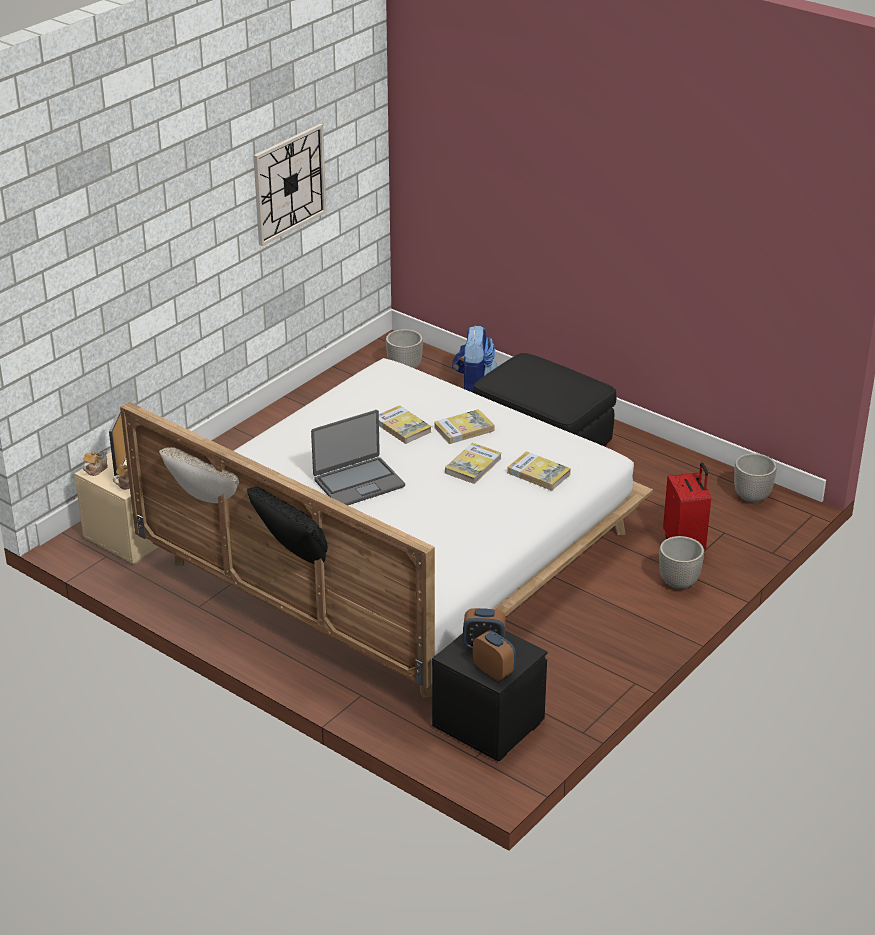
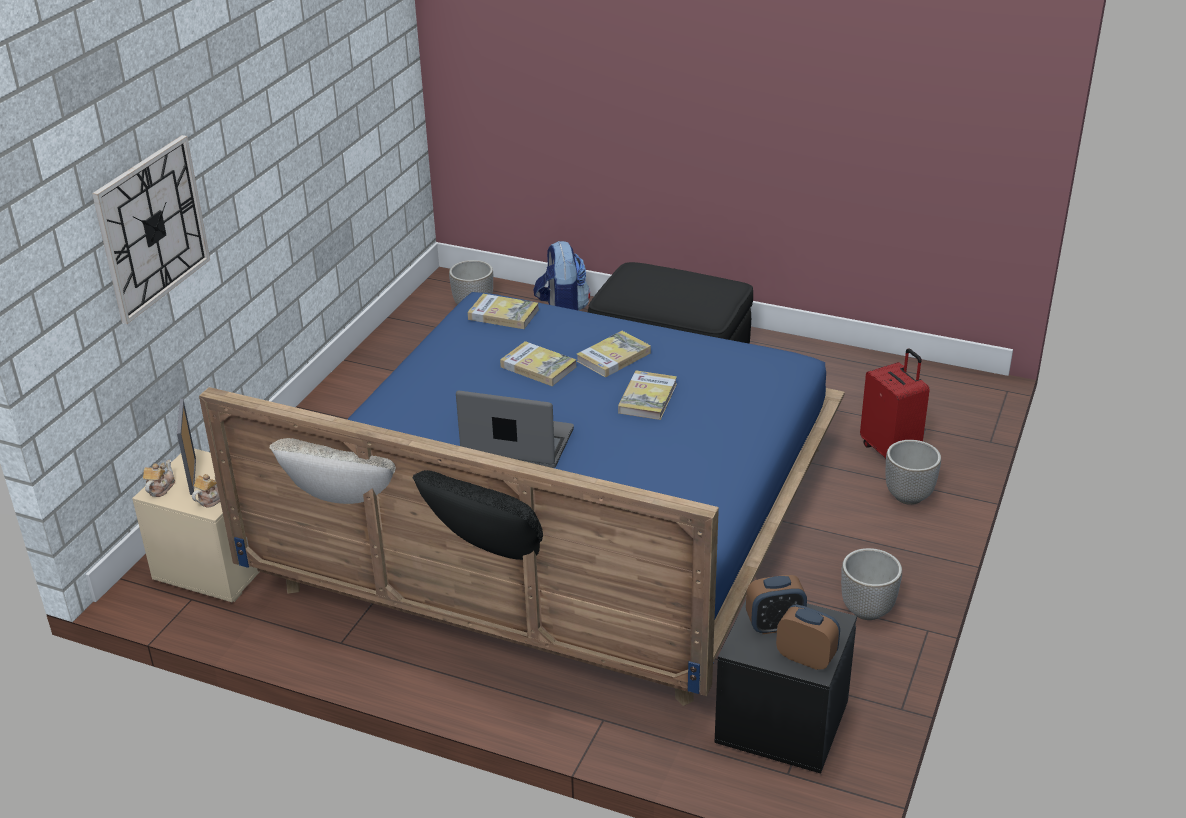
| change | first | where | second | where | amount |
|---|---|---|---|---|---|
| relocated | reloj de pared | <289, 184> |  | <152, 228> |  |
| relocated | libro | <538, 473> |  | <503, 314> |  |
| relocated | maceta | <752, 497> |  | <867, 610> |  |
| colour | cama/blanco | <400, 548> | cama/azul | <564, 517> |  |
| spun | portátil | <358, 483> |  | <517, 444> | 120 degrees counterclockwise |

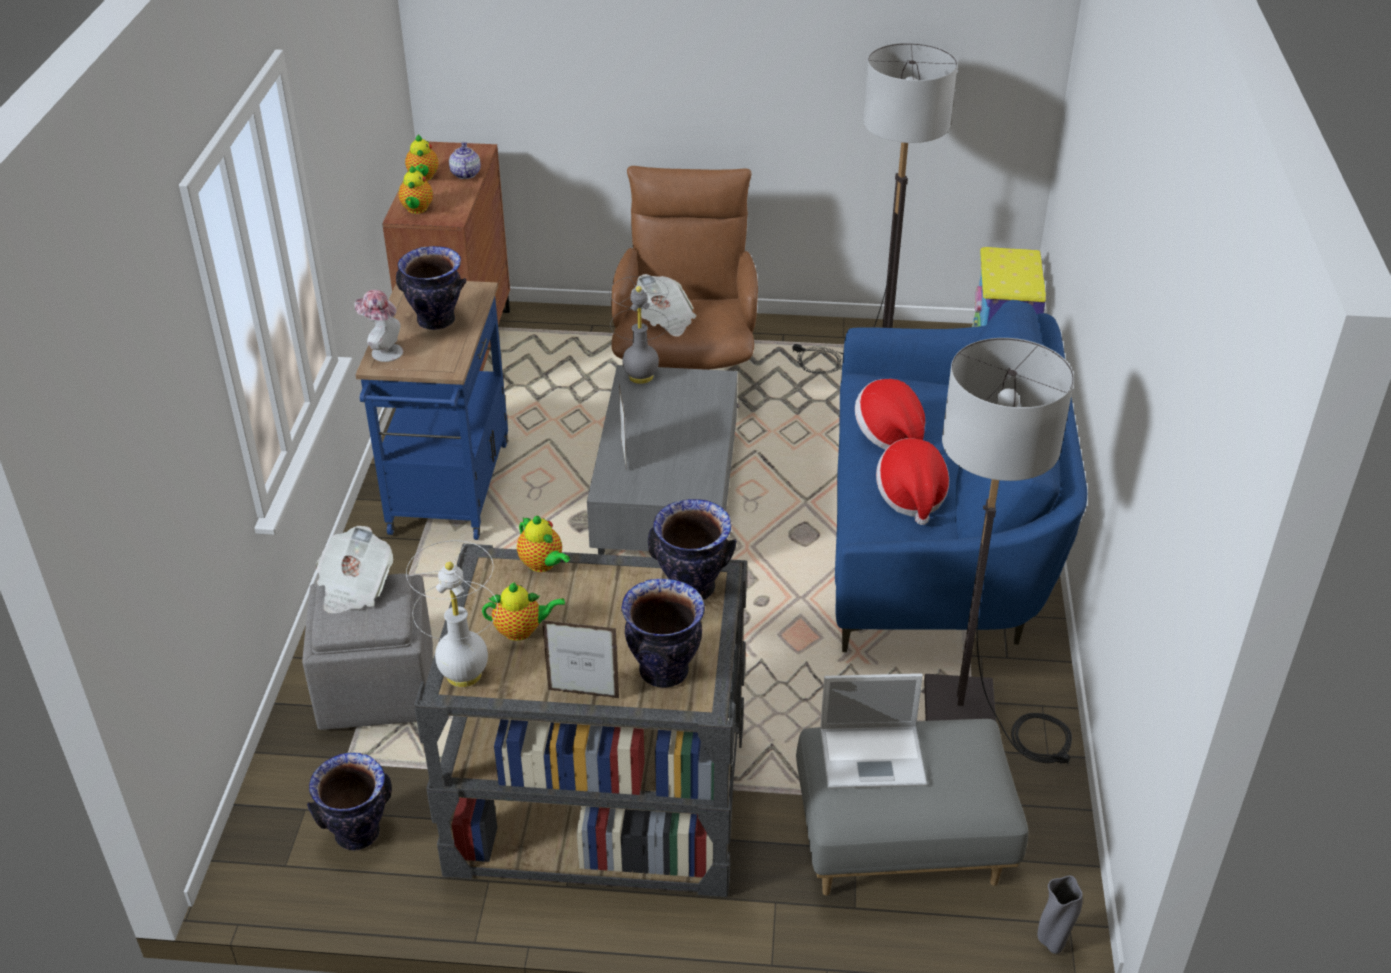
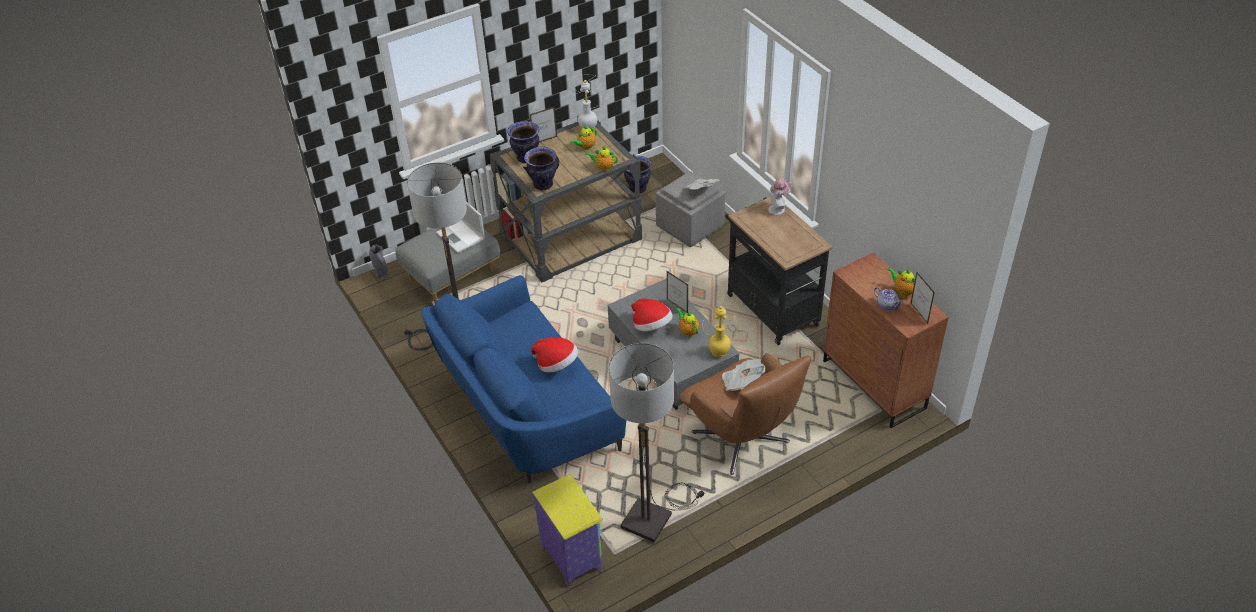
| change | first | where | second | where | amount |
|---|---|---|---|---|---|
| missing | florero | <436, 321> |  |  |  |
| appeared |  |  | portarretratos | <919, 314> |  |
| relocated | tetera | <416, 210> |  | <688, 331> |  |
| relocated | sombrero | <911, 497> |  | <651, 326> |  |
| colour | carrito/azul | <448, 491> | carrito/negro | <770, 309> |  |
| colour | lámpara de mesa/gris | <641, 376> | lámpara de mesa/amarillo | <719, 352> |  |
| spun | portátil | <874, 756> |  | <461, 236> | 90 degrees counterclockwise |

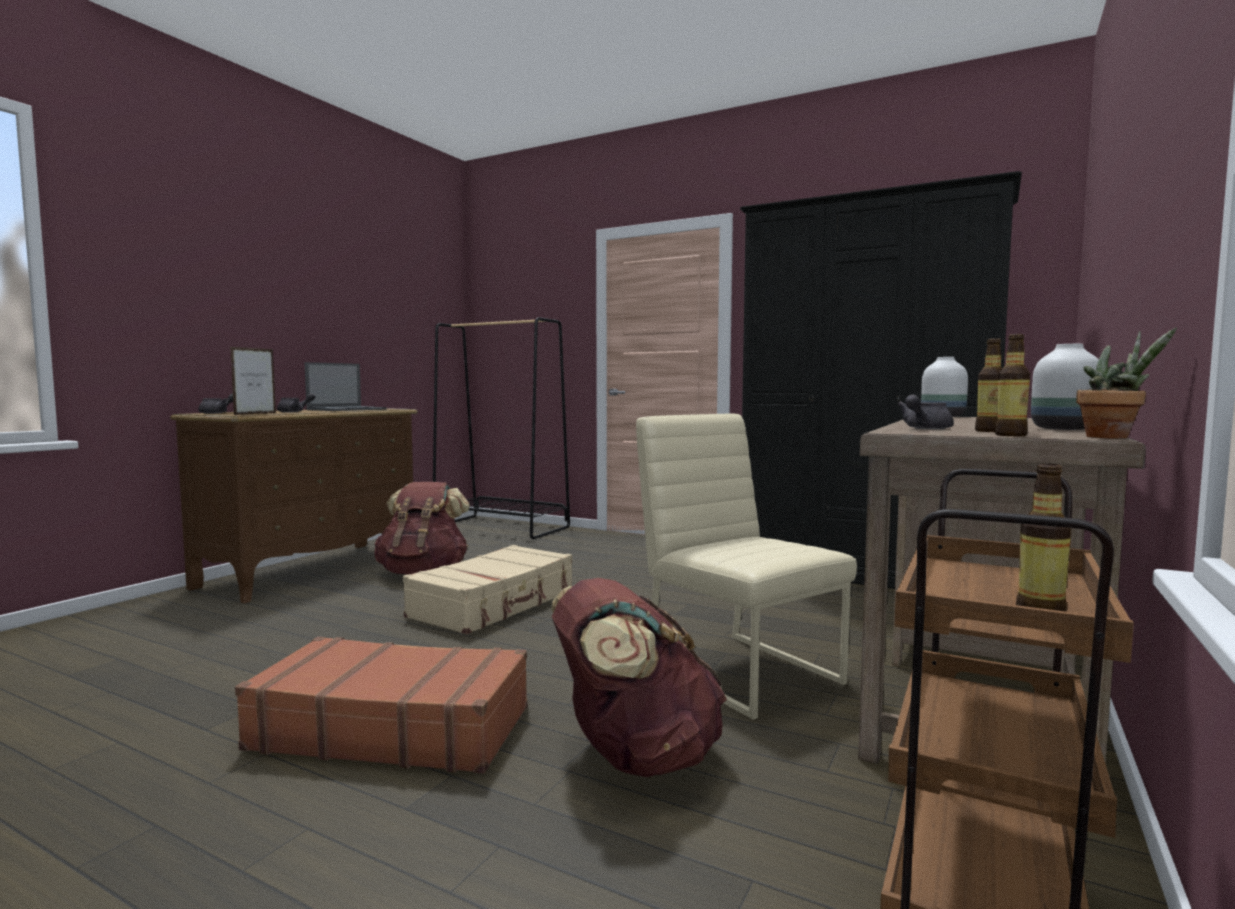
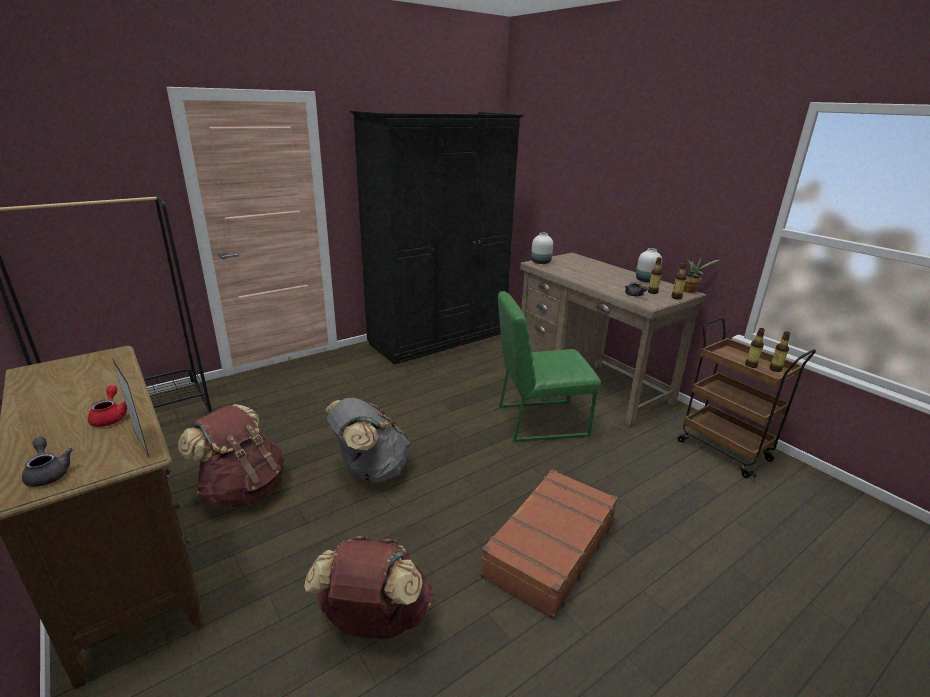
| change | first | where | second | where | amount |
|---|---|---|---|---|---|
| missing | portátil | <347, 409> |  |  |  |
| appeared |  |  | botella | <751, 365> |  |
| relocated | mochila/marrón | <635, 757> |  | <374, 621> |  |
| exchanged | maleta/beis | <494, 605> | mochila/gris | <370, 470> |  |
| colour | tetera/gris | <295, 412> | tetera/rojo | <111, 417> |  |
| colour | silla/beis | <739, 670> | silla/verde | <539, 420> |  |

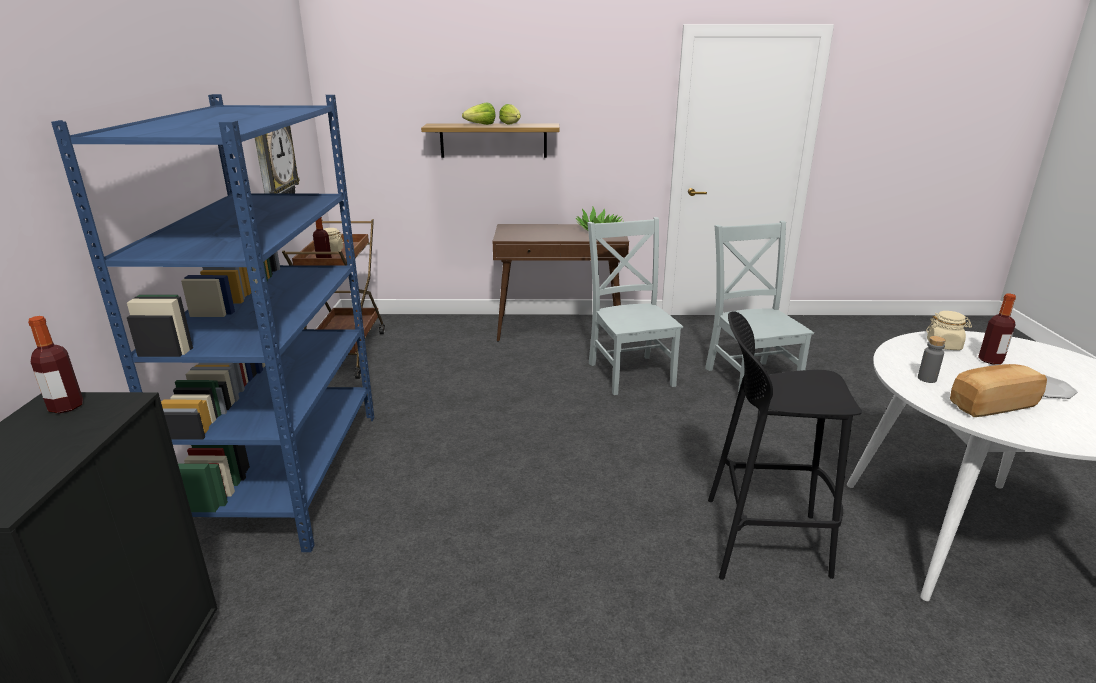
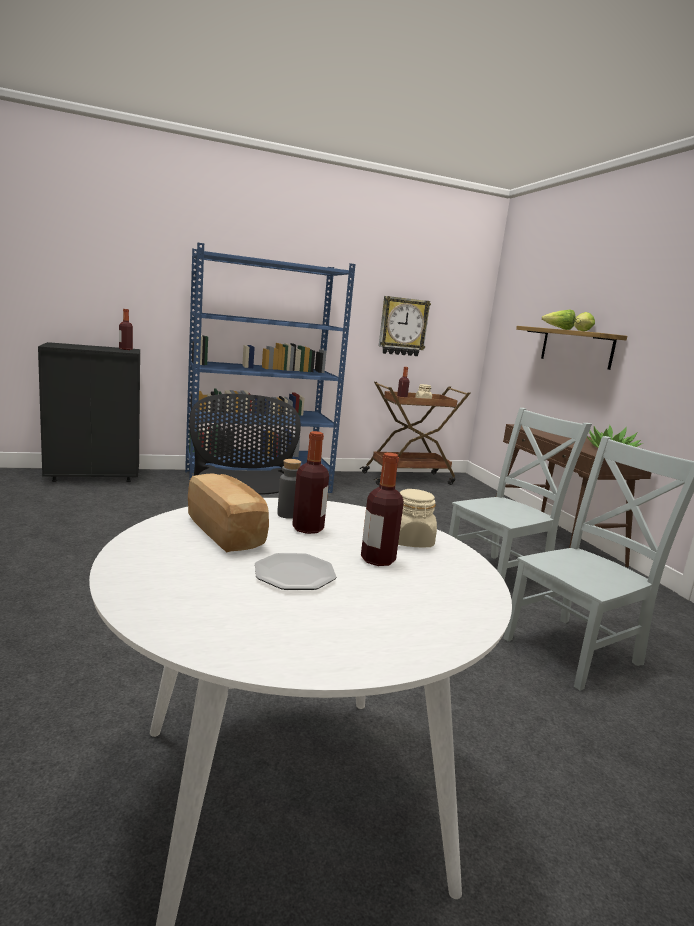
| change | first | where | second | where | amount |
|---|---|---|---|---|---|
| appeared |  |  | botella | <308, 529> |  |

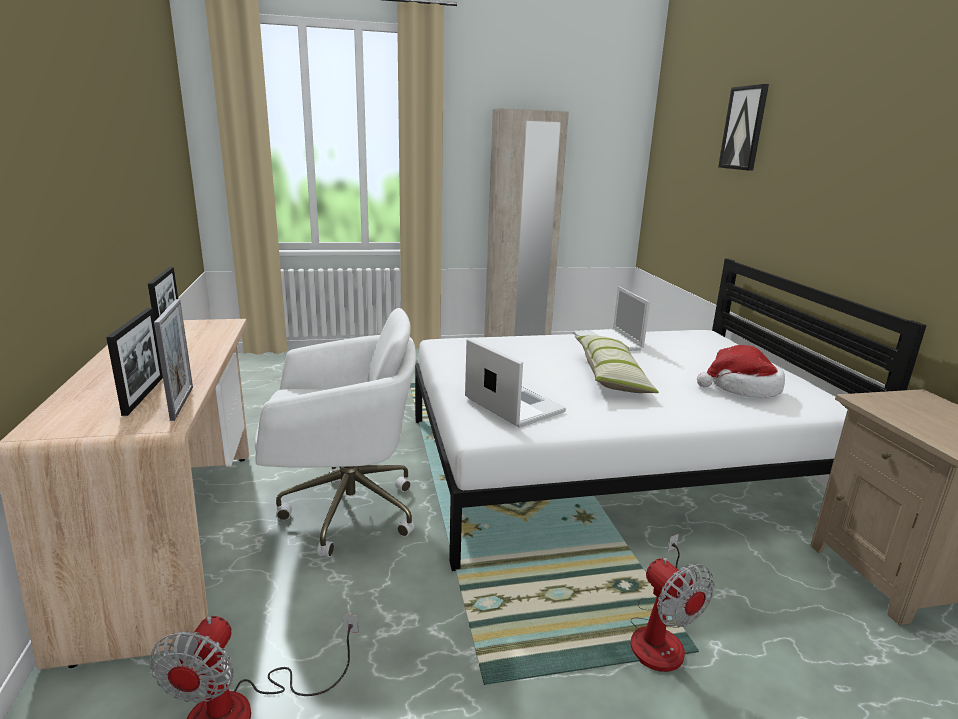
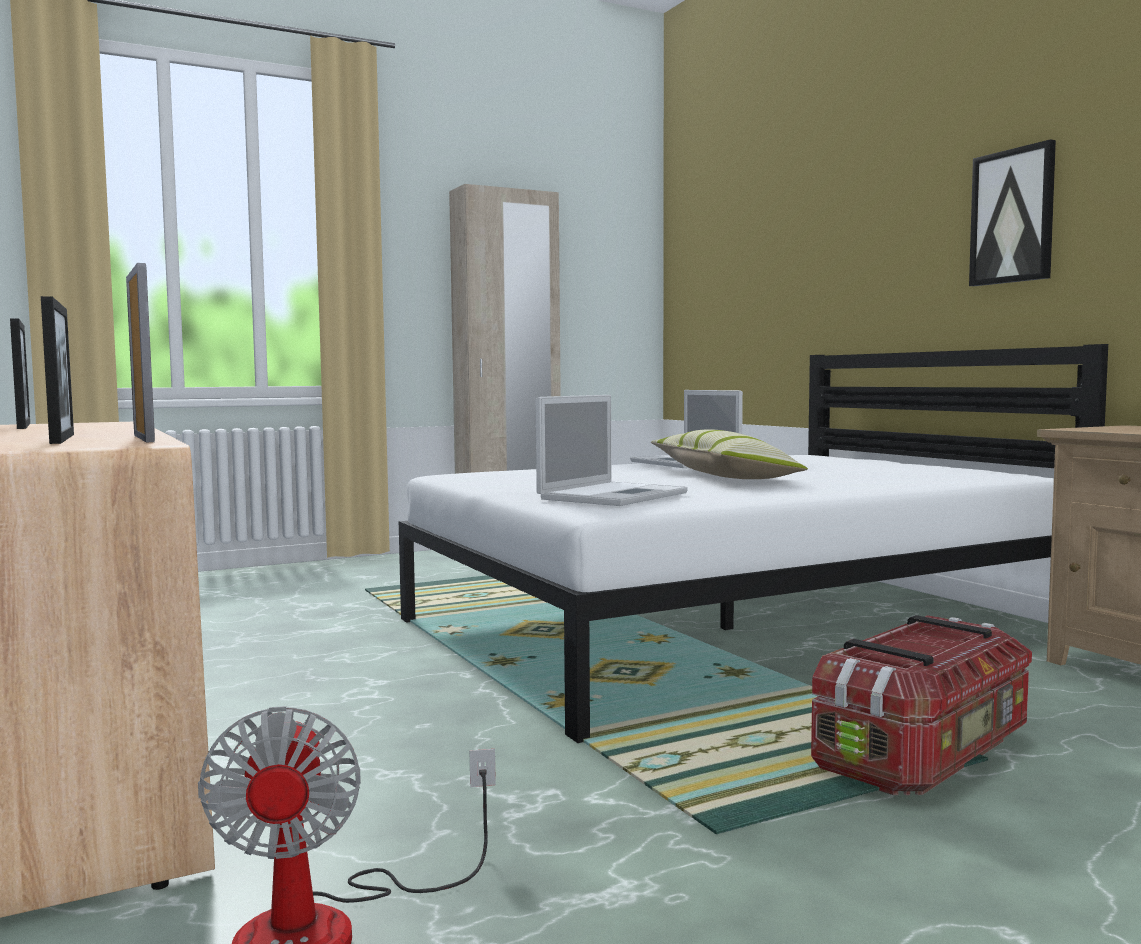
| change | first | where | second | where | amount |
|---|---|---|---|---|---|
| missing | silla de oficina/blanco | <344, 514> |  |  |  |
| missing | sombrero | <742, 387> |  |  |  |
| relocated | cuadro | <744, 128> |  | <1013, 216> |  |
| exchanged | ventilador | <659, 635> | caja de almacenaje | <925, 755> |  |
| spun | portátil | <512, 404> |  | <614, 495> | 90 degrees clockwise |

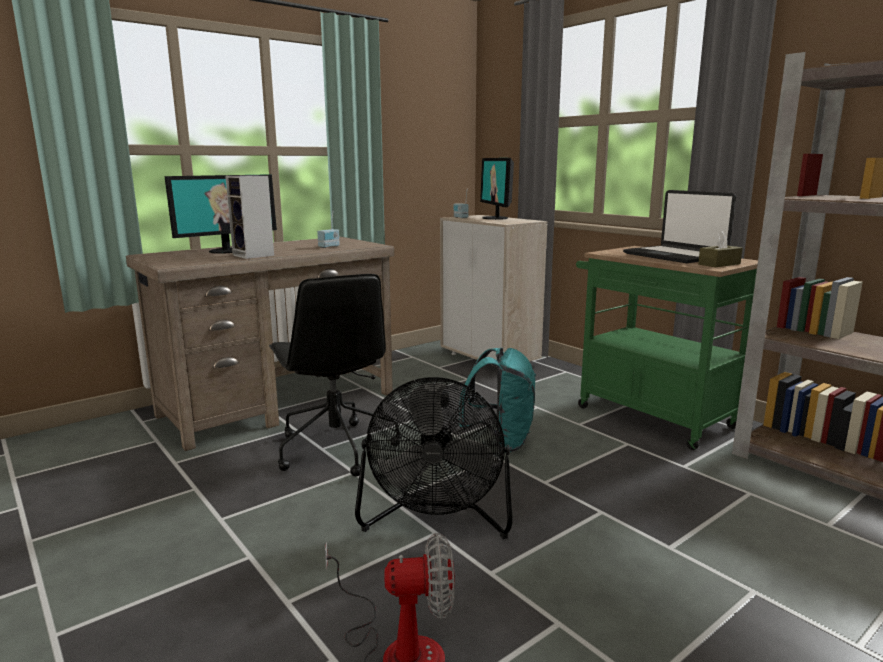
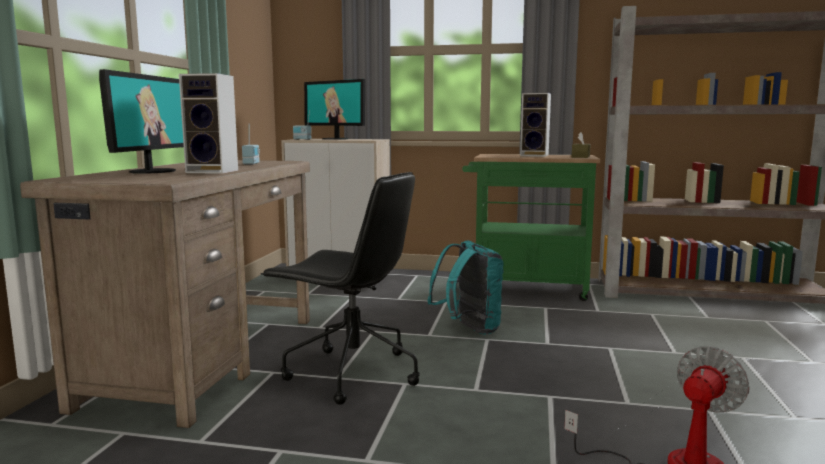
| change | first | where | second | where | amount |
|---|---|---|---|---|---|
| missing | ventilador/negro | <431, 517> |  |  |  |
| exchanged | portátil | <675, 256> | altavoz | <535, 155> |  |

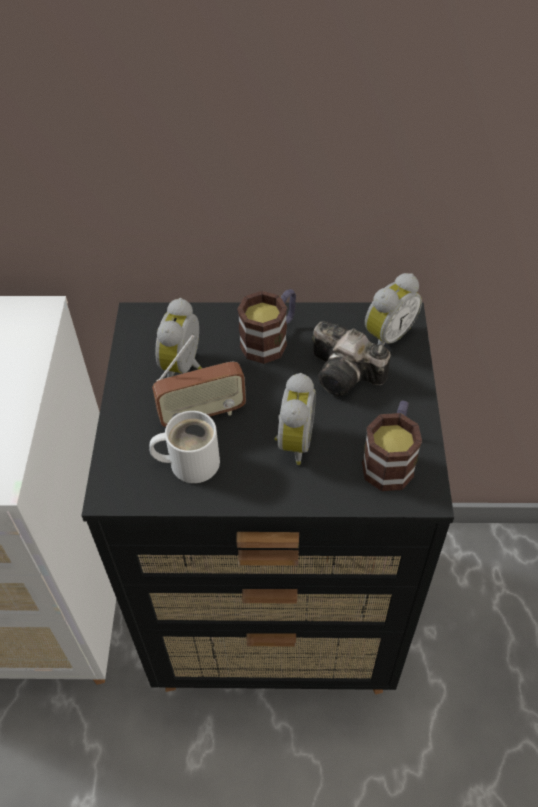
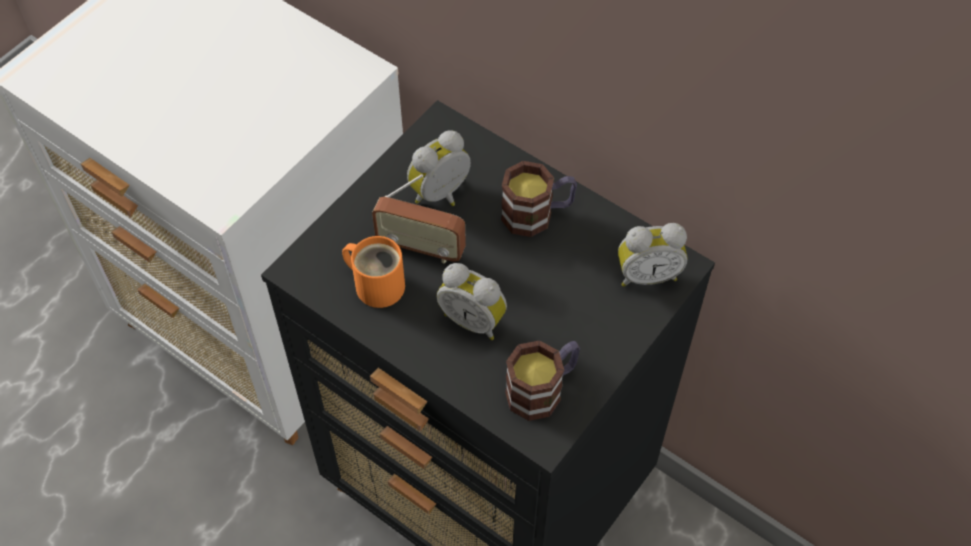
| change | first | where | second | where | amount |
|---|---|---|---|---|---|
| missing | cámara | <347, 375> |  |  |  |
| colour | taza grande/blanco | <190, 461> | taza grande/naranja | <377, 283> |  |
| spun | despertador | <292, 441> |  | <474, 319> | 75 degrees clockwise |

